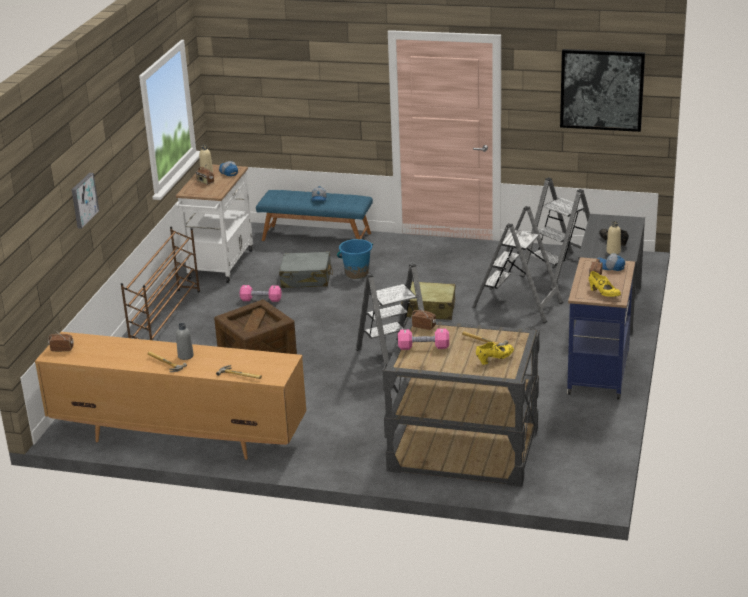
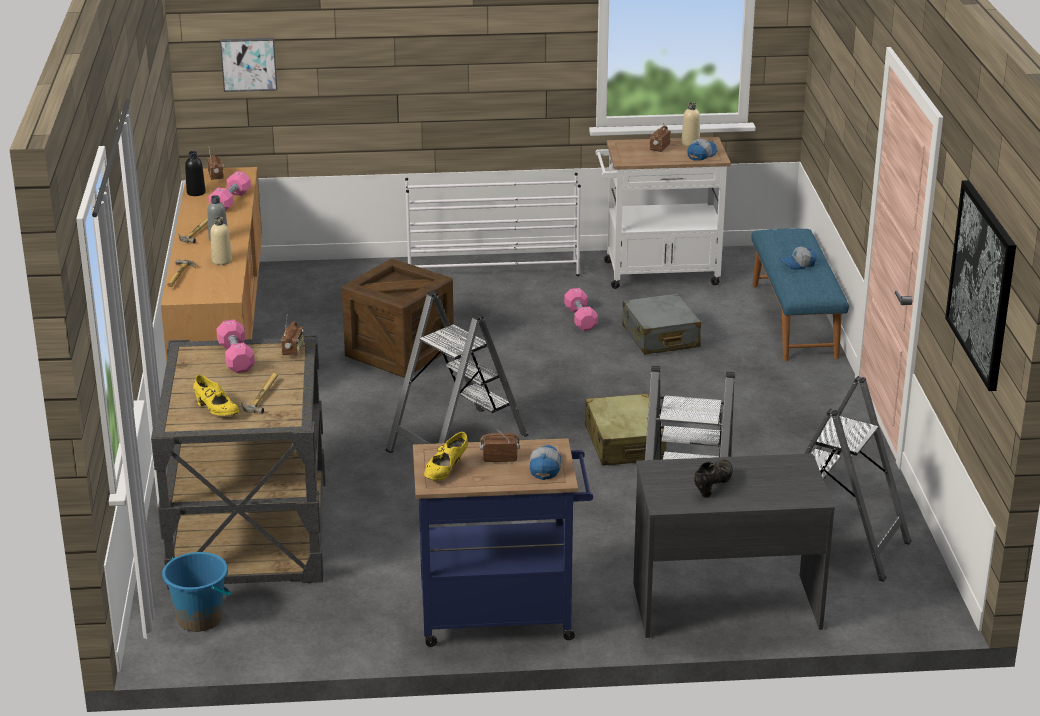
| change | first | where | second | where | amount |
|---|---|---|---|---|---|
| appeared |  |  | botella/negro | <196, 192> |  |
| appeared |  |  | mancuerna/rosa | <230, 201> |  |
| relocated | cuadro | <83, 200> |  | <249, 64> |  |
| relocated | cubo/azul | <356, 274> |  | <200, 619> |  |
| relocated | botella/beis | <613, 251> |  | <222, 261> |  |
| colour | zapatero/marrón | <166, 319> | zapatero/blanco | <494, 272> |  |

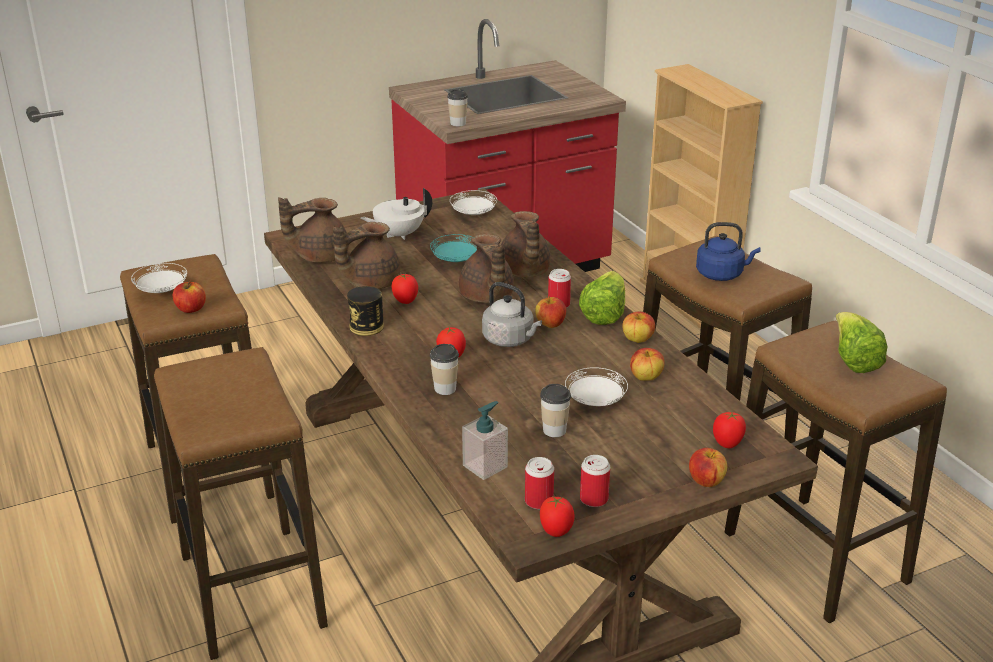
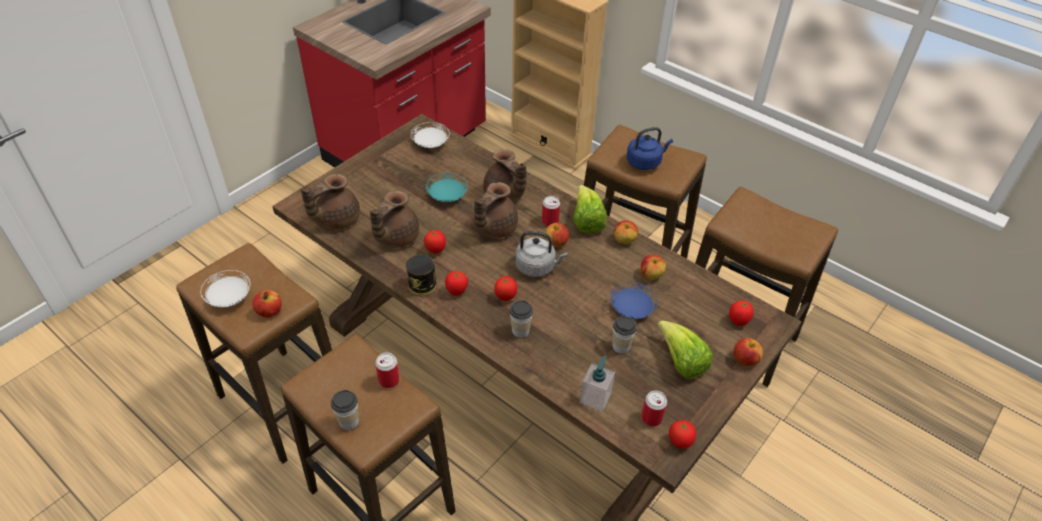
| change | first | where | second | where | amount |
|---|---|---|---|---|---|
| missing | tetera/blanco | <398, 234> |  |  |  |
| appeared |  |  | tomate | <456, 292> |  |
| relocated | taza | <458, 123> |  | <348, 421> |  |
| relocated | lata | <594, 499> |  | <389, 380> |  |
| relocated | lechuga | <853, 360> |  | <681, 362> |  |
| colour | plato/blanco | <595, 401> | plato/azul | <631, 309> |  |
| spun | tetera/marrón | <486, 297> |  | <493, 228> | 75 degrees clockwise |

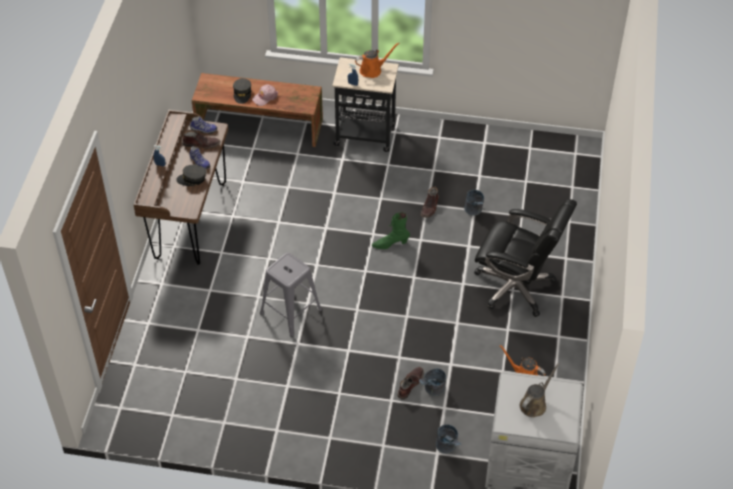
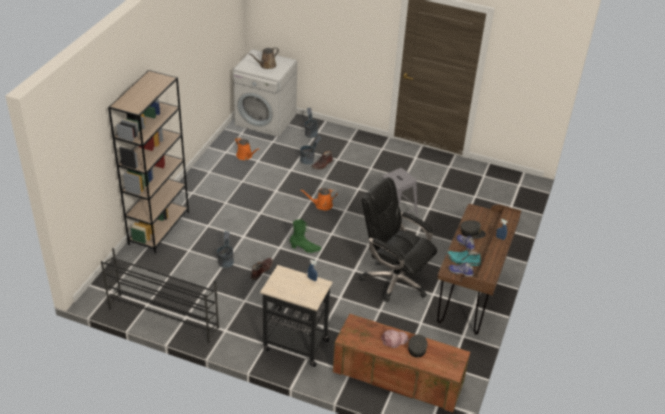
| change | first | where | second | where | amount |
|---|---|---|---|---|---|
| appeared |  |  | zapatero/negro | <163, 317> |  |
| appeared |  |  | estantería/beis | <159, 228> |  |
| relocated | regadera/naranja | <373, 70> |  | <322, 205> |  |
| relocated | silla de oficina/negro | <515, 287> |  | <394, 280> |  |
| colour | bota/marrón | <201, 143> | bota/turquesa | <463, 260> |  |

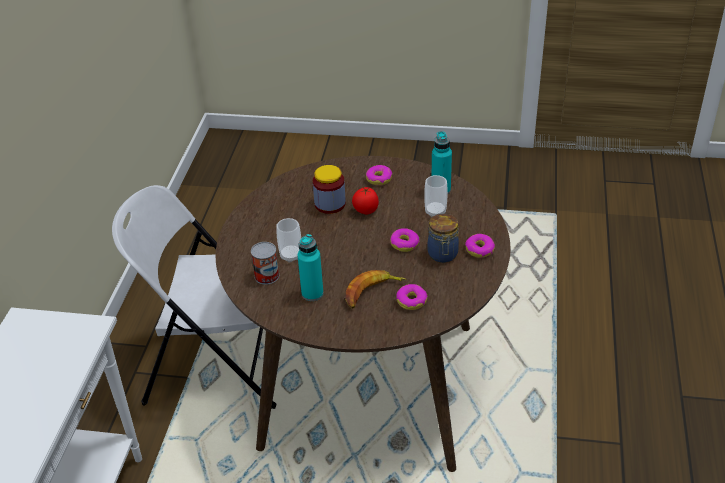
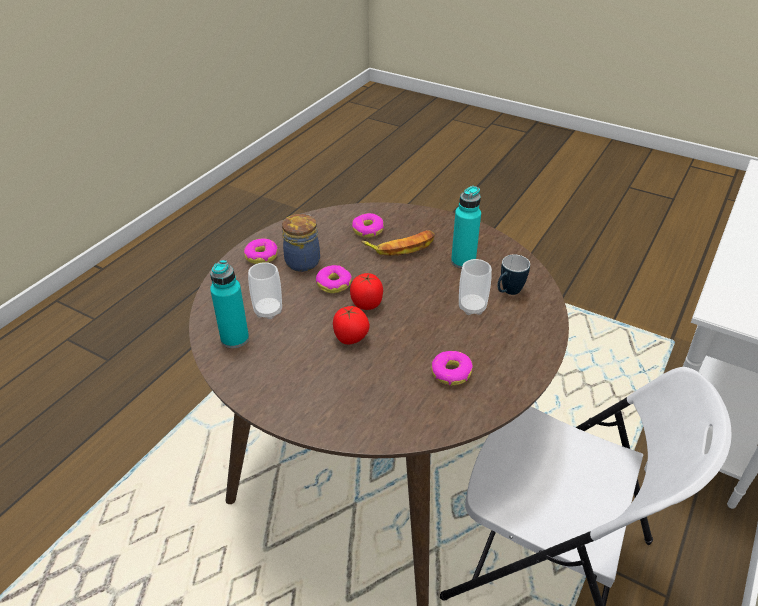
| change | first | where | second | where | amount |
|---|---|---|---|---|---|
| missing | tarro | <330, 204> |  |  |  |
| appeared |  |  | tomate | <367, 304> |  |
| relocated | rosquilla | <379, 179> |  | <451, 373> |  |
| exchanged | lata | <267, 276> | taza grande | <508, 292> |  |

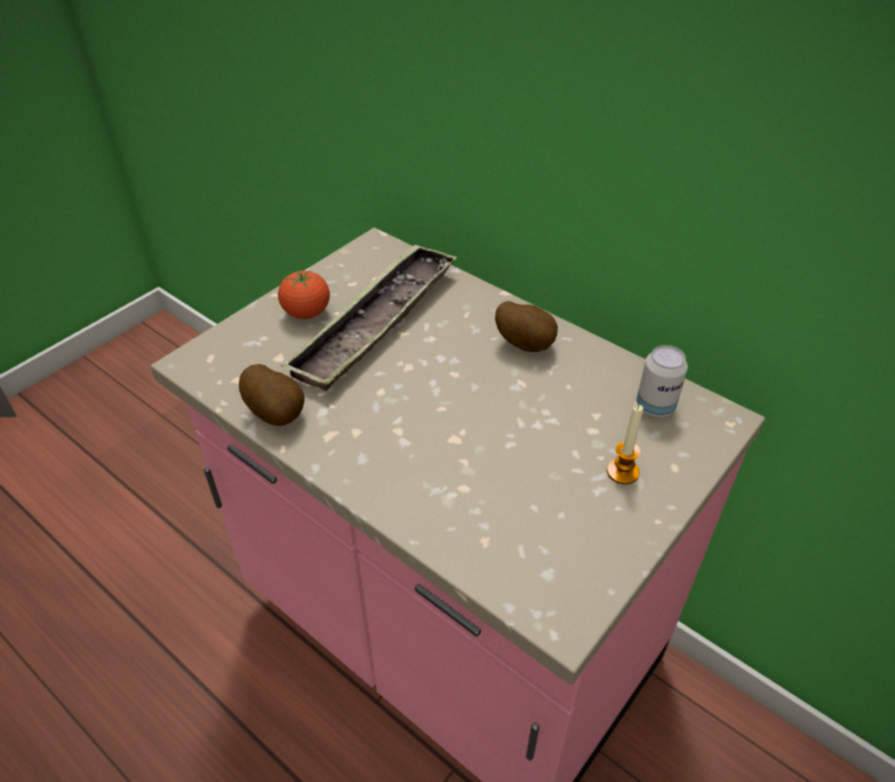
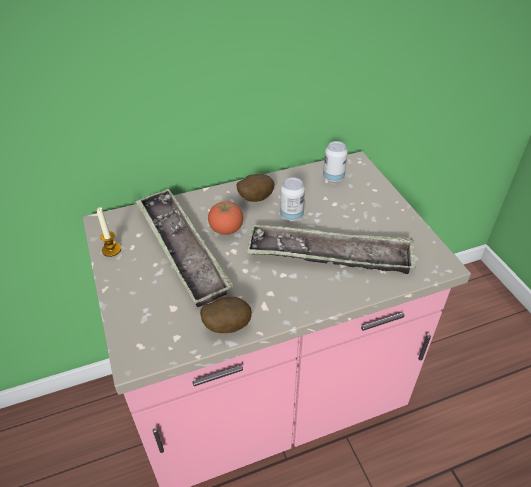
| change | first | where | second | where | amount |
|---|---|---|---|---|---|
| appeared |  |  | bandeja | <330, 255> |  |
| appeared |  |  | lata | <291, 215> |  |
| relocated | tomate | <306, 313> |  | <226, 230> |  |
| relocated | vela | <622, 472> |  | <111, 250> |  |

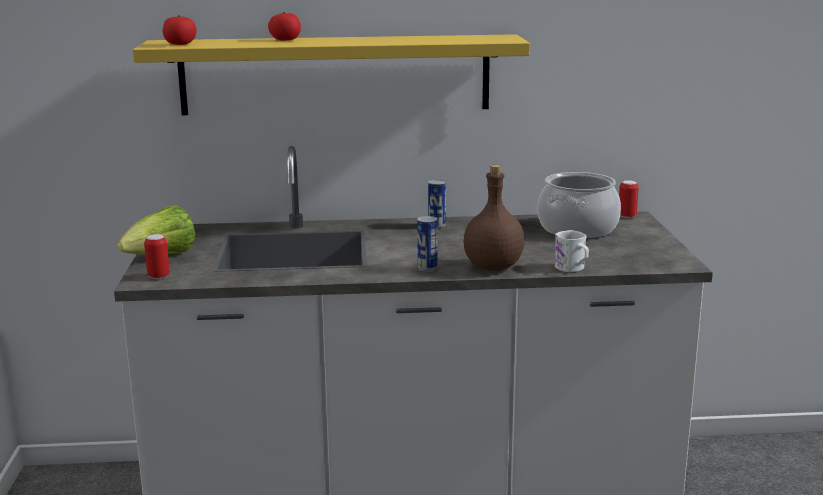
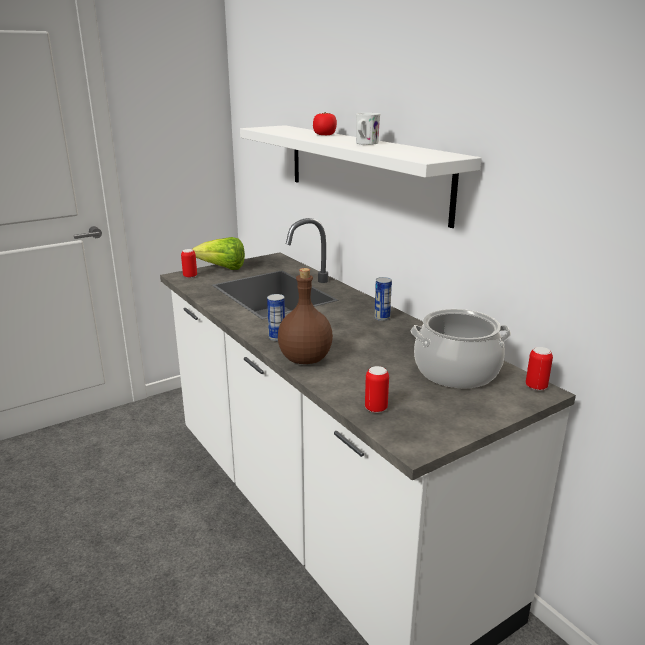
| change | first | where | second | where | amount |
|---|---|---|---|---|---|
| missing | tomate | <180, 44> |  |  |  |
| appeared |  |  | lata | <376, 409> |  |
| relocated | taza grande/blanco | <572, 269> |  | <365, 144> |  |
| colour | estante/amarillo | <335, 74> | estante/blanco | <363, 170> |  |

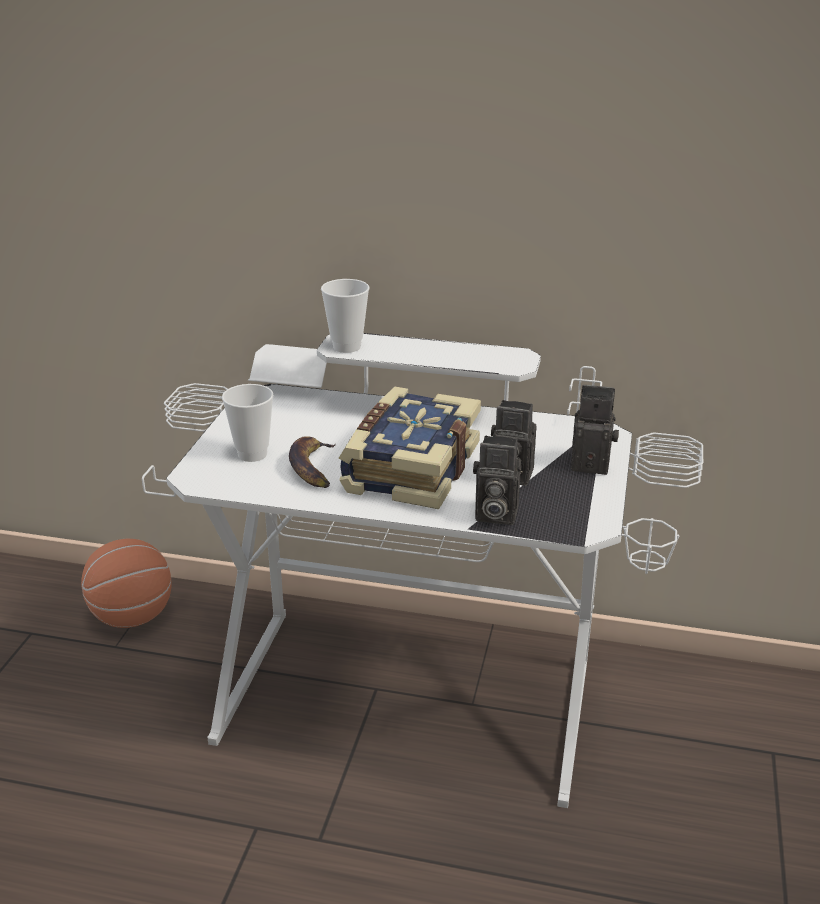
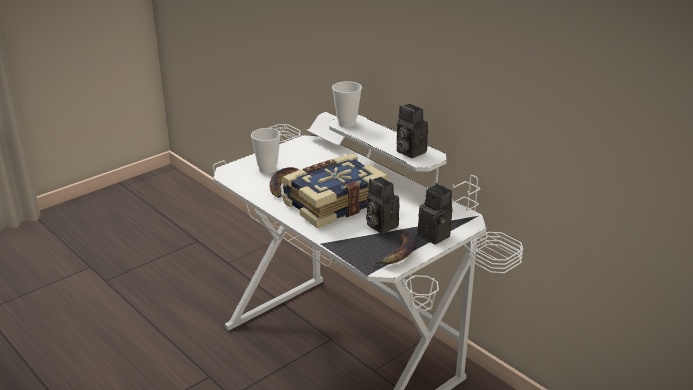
| change | first | where | second | where | amount |
|---|---|---|---|---|---|
| missing | balón de baloncesto | <131, 617> |  |  |  |
| appeared |  |  | plátano | <398, 254> |  |
| relocated | cámara | <493, 514> |  | <409, 151> |  |

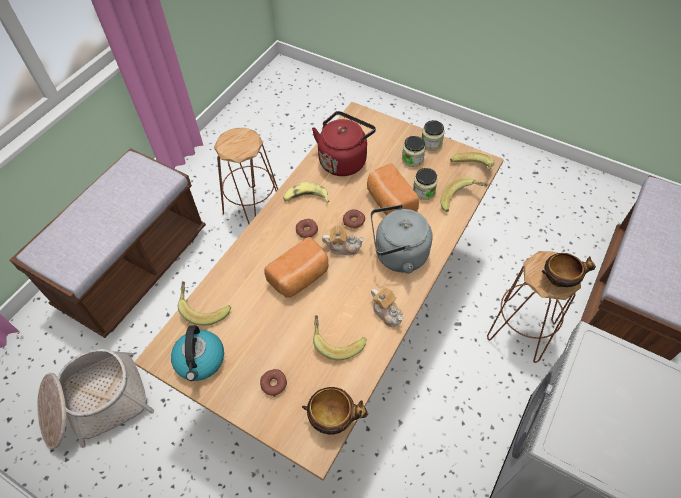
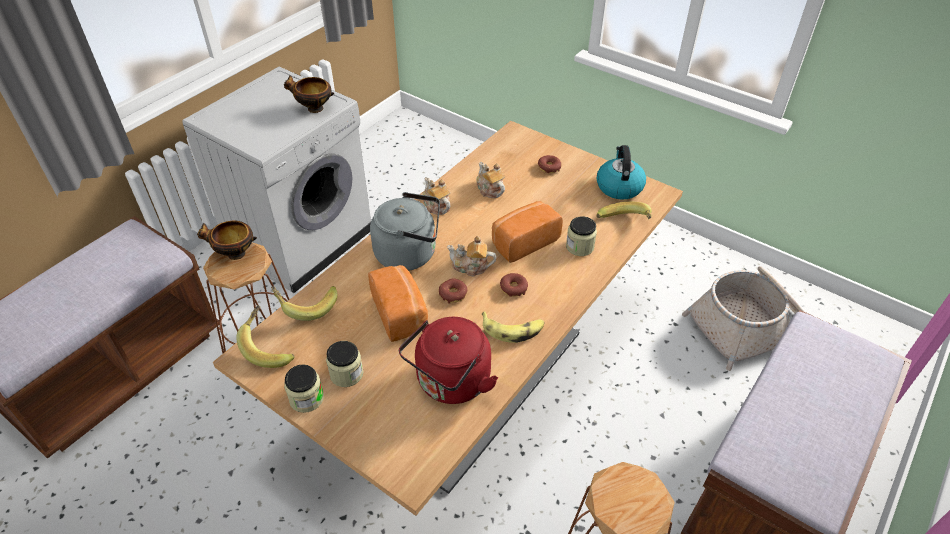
| change | first | where | second | where | amount |
|---|---|---|---|---|---|
| relocated | cuenco | <333, 418> |  | <313, 109> |  |
| relocated | tarro | <423, 191> |  | <579, 247> |  |
| exchanged | plátano | <337, 341> | tetera | <490, 190> |  |

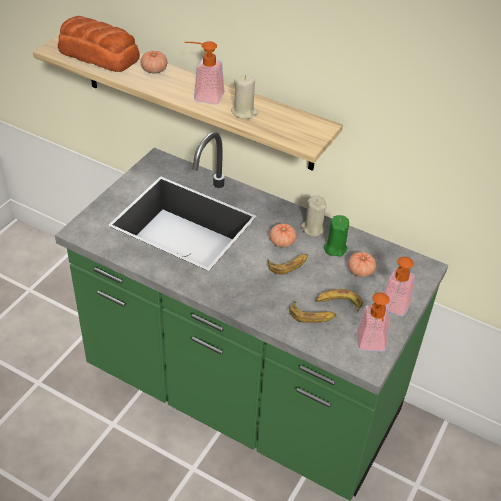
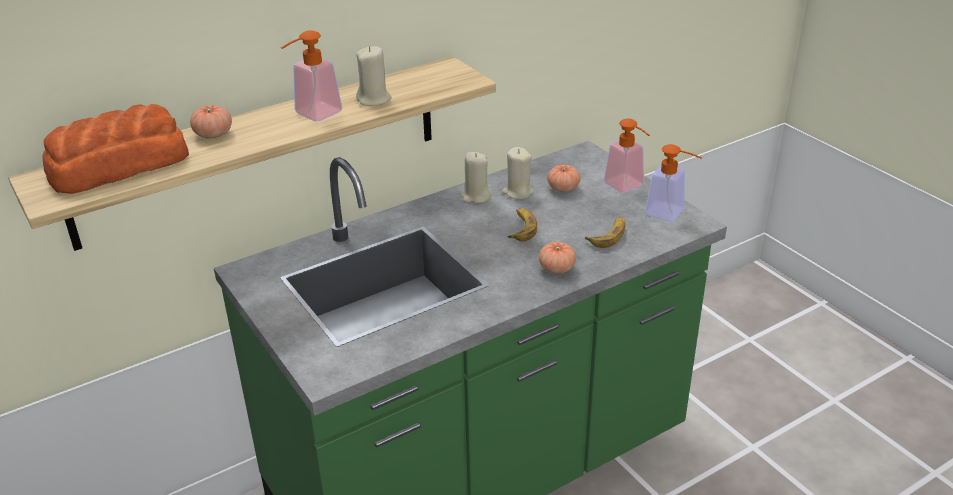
| change | first | where | second | where | amount |
|---|---|---|---|---|---|
| missing | plátano | <338, 303> |  |  |  |
| relocated | tomate | <282, 242> |  | <556, 268> |  |
| colour | vela/verde | <335, 248> | vela/beis | <517, 192> |  |

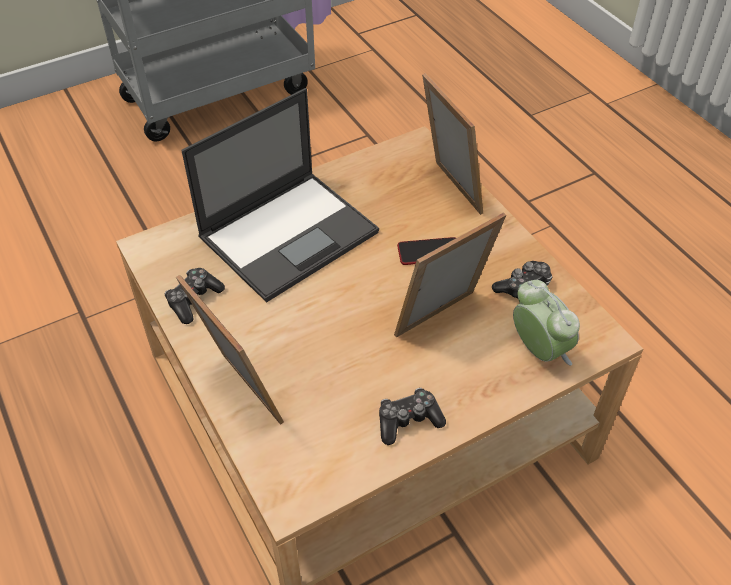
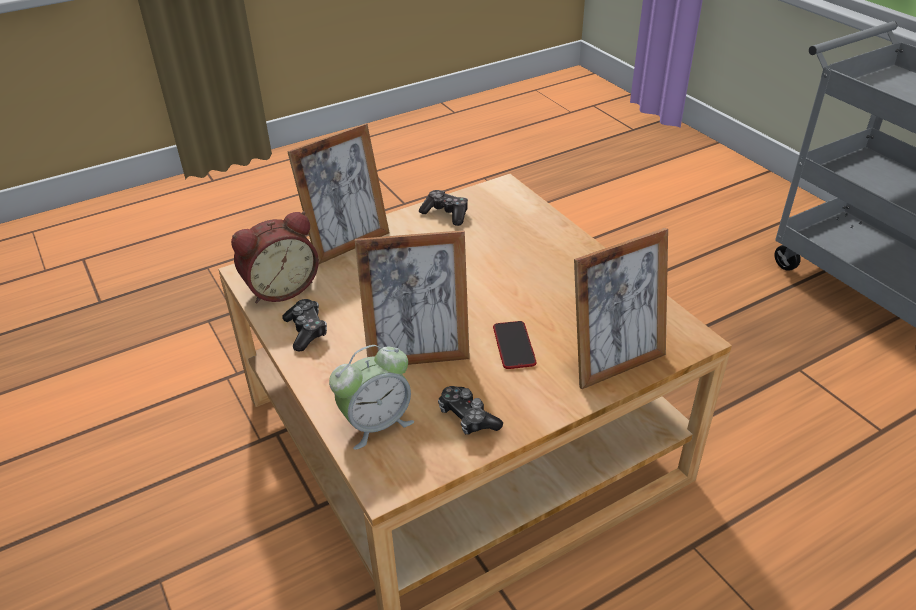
| change | first | where | second | where | amount |
|---|---|---|---|---|---|
| missing | portátil | <290, 233> |  |  |  |
| appeared |  |  | despertador | <280, 288> |  |
| spun | portarretratos | <442, 322> |  | <418, 353> | 120 degrees clockwise |

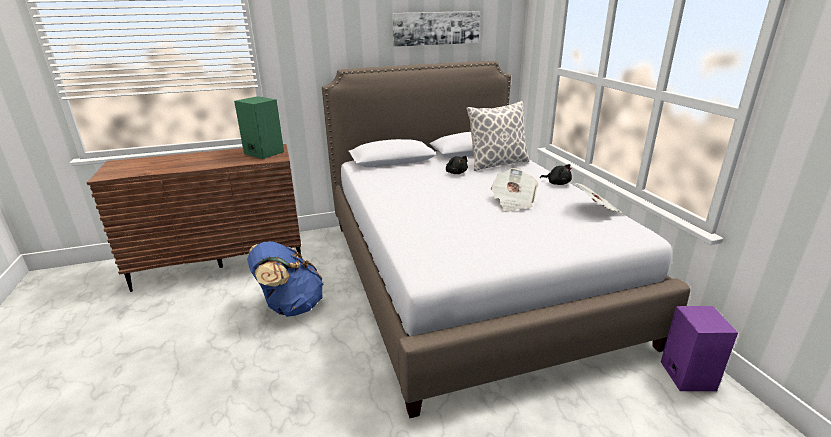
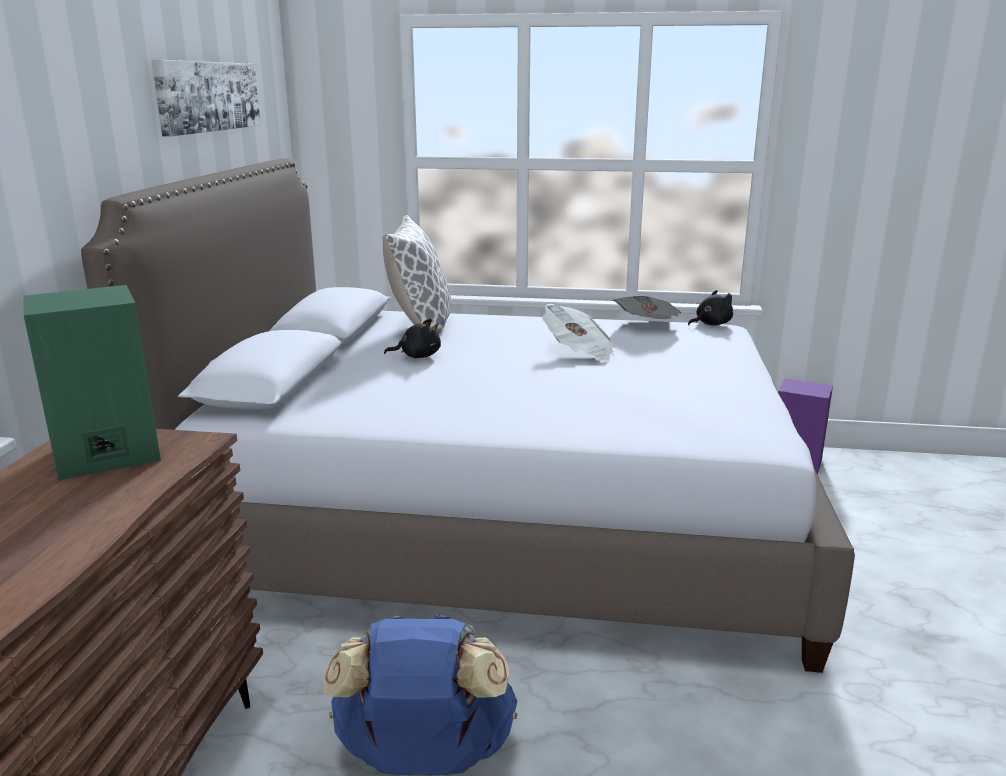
| change | first | where | second | where | amount |
|---|---|---|---|---|---|
| relocated | peluche/negro | <557, 183> |  | <711, 324> |  |

